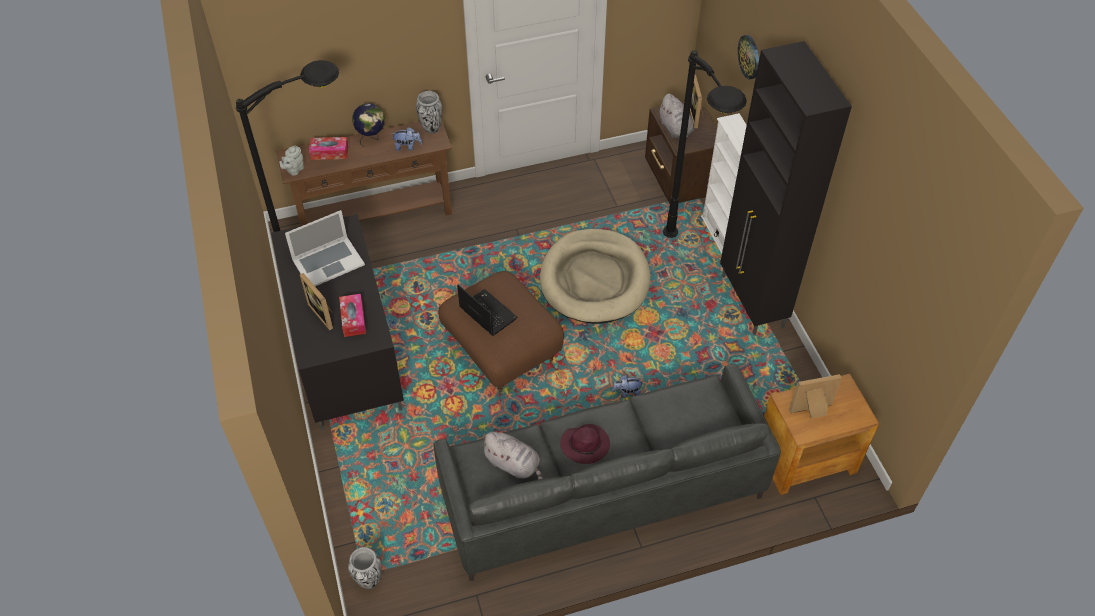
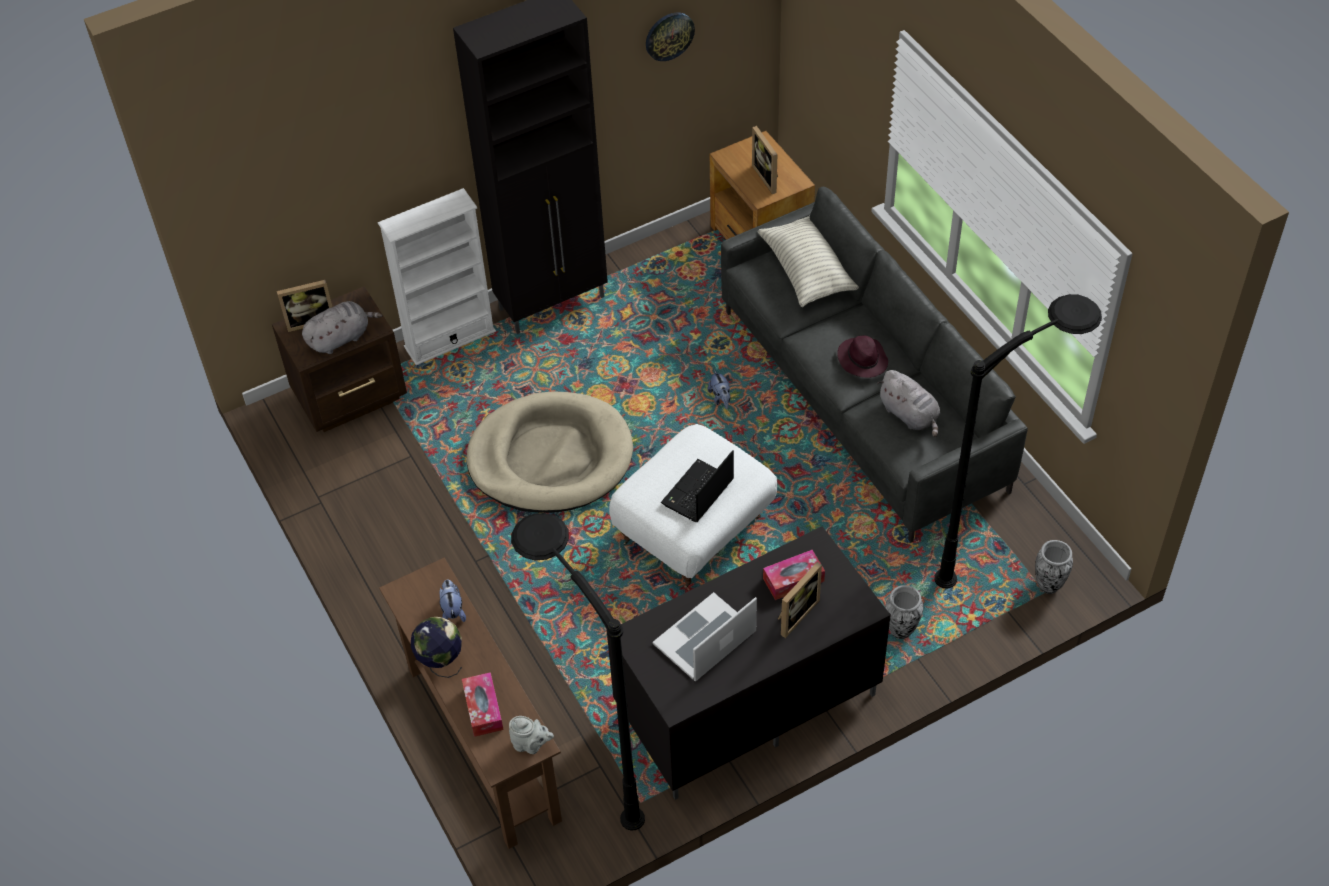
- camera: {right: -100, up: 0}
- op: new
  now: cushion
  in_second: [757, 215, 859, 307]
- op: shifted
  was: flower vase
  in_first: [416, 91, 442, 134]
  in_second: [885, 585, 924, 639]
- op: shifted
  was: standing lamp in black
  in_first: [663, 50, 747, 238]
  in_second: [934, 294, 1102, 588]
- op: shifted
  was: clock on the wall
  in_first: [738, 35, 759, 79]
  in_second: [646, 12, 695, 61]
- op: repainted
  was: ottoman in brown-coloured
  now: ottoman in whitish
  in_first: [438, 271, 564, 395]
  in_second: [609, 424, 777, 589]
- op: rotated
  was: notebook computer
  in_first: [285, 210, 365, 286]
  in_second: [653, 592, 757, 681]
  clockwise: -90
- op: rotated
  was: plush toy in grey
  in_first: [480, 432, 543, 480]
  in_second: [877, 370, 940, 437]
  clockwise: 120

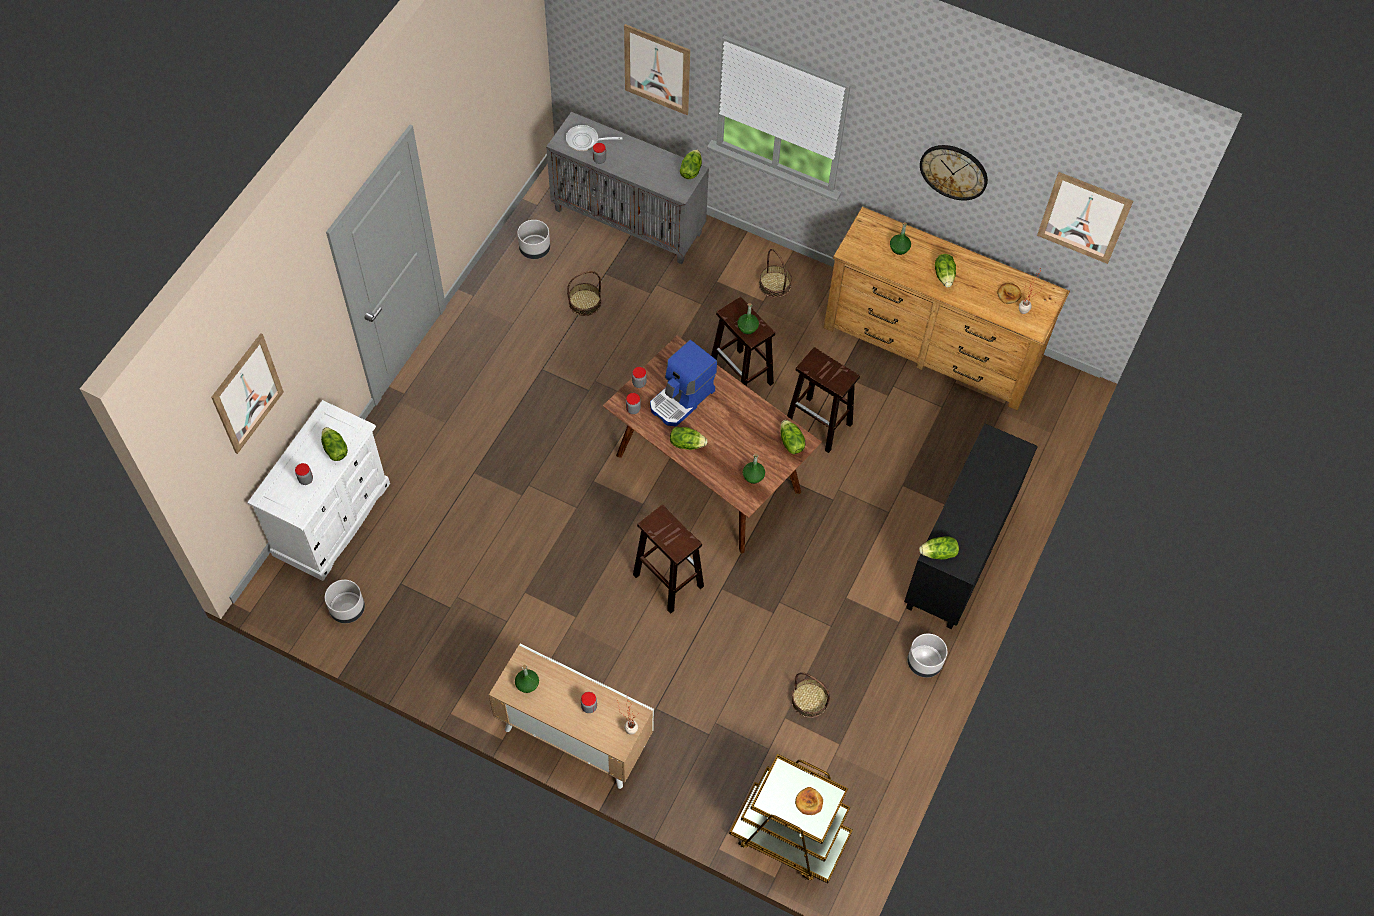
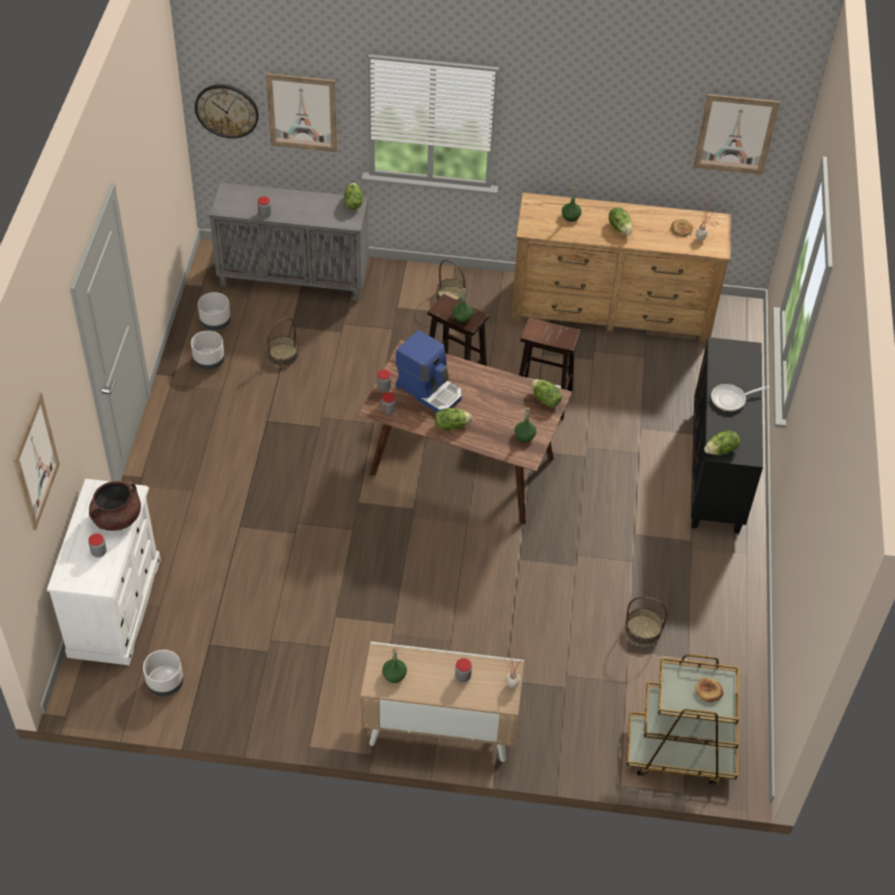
- camera: {right: -20, up: -10}
- op: gone
  was: sitting stool in brown-coloured
  in_first: [633, 505, 704, 614]
- op: shifted
  was: skillet
  in_first: [566, 125, 623, 151]
  in_second: [711, 384, 770, 411]
- op: shifted
  was: plant pot in grey
  in_first: [907, 634, 947, 678]
  in_second: [191, 331, 225, 370]
- op: shifted
  was: clock on the wall
  in_first: [920, 145, 988, 200]
  in_second: [195, 84, 259, 139]
- op: swapped
  was: lettuce head
  now: stockpot in brown-coloured
  in_first: [321, 427, 348, 461]
  in_second: [89, 481, 141, 531]
- op: rotated
  was: coffee machine
  in_first: [650, 340, 717, 426]
  in_second: [396, 330, 462, 412]
  clockwise: -75

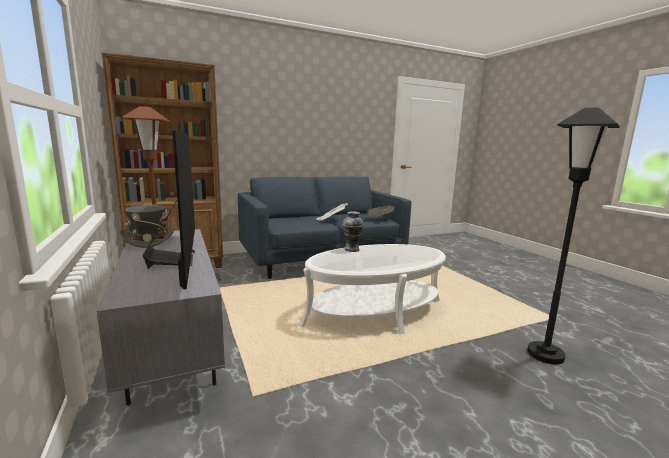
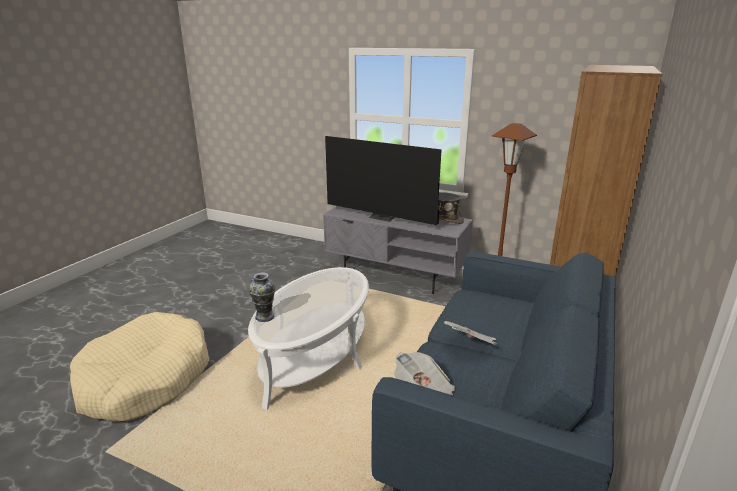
- camera: {right: 140, up: 10}
- op: shifted
  was: flower vase
  in_first: [342, 211, 364, 252]
  in_second: [249, 272, 276, 322]
- op: swapped
  was: standing lamp in black
  now: pet bed in beige
  in_first: [527, 107, 620, 365]
  in_second: [70, 312, 209, 422]

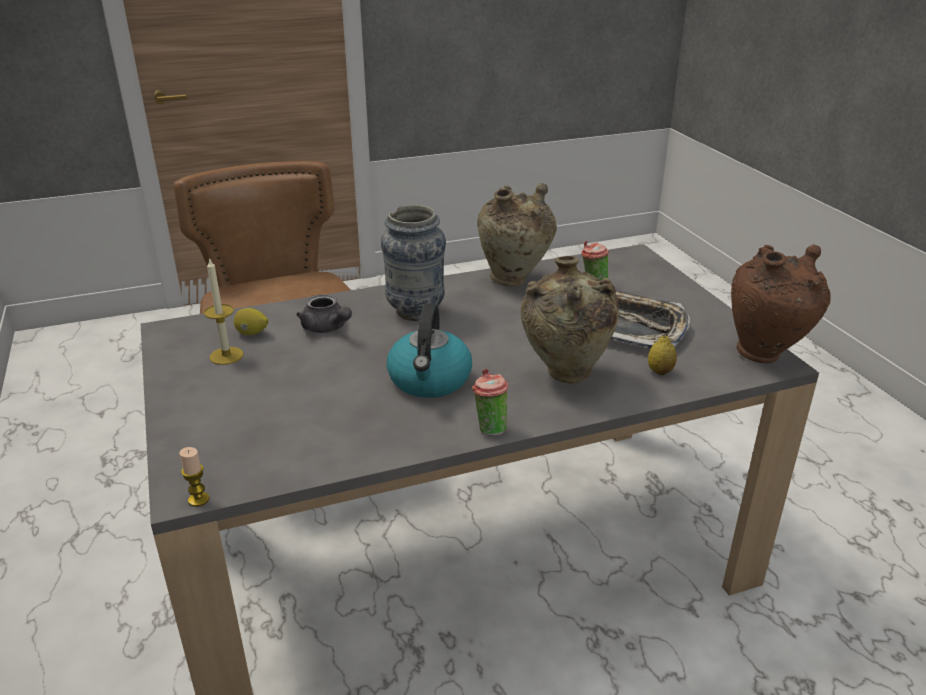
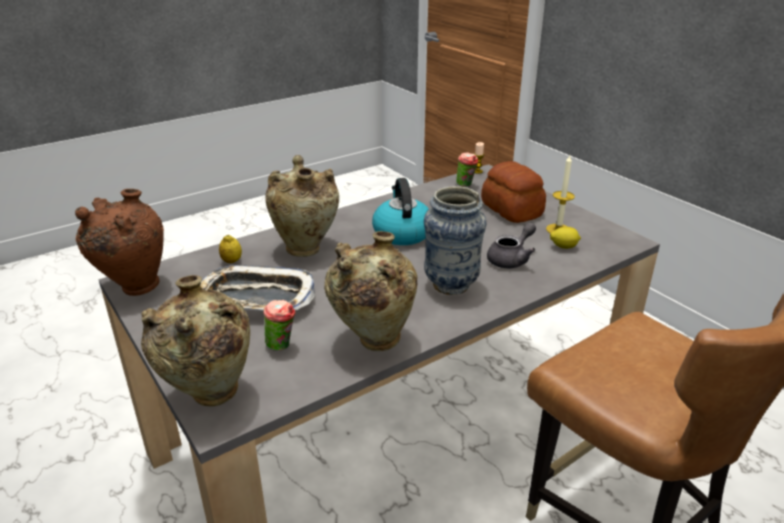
- camera: {right: 165, up: 0}
- op: new
  now: flower vase in beige
  in_second: [141, 275, 250, 406]
- op: new
  now: bread
  in_second: [481, 161, 546, 223]
- op: shifted
  was: drinking cup
  in_first: [472, 369, 509, 436]
  in_second: [456, 152, 478, 187]
- op: rotated
  was: tea pot in grey
  in_first: [296, 294, 352, 333]
  in_second: [487, 222, 536, 268]
  clockwise: 105

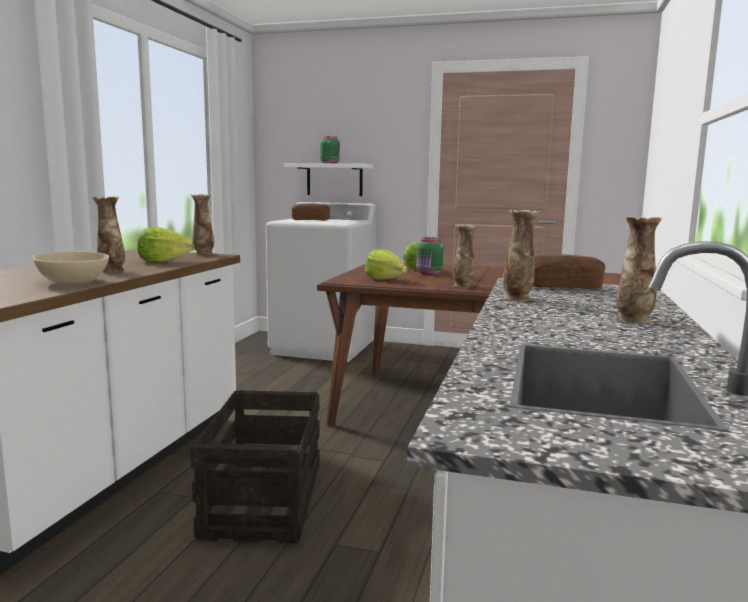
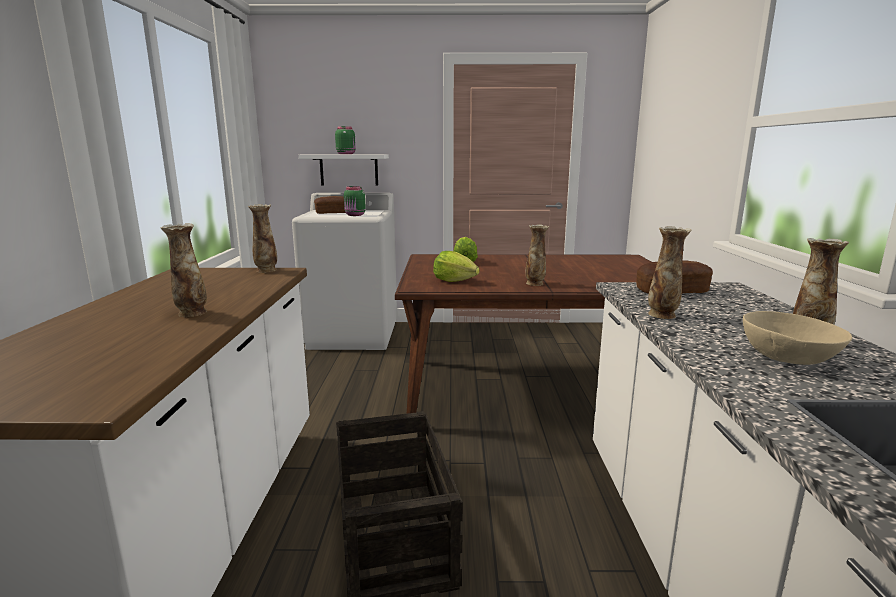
- camera: {right: -15, up: 5}
- op: gone
  was: lettuce head
  in_first: [137, 227, 194, 262]
- op: shifted
  was: deep dish in beige
  in_first: [33, 252, 109, 283]
  in_second: [743, 311, 852, 365]
- op: shifted
  was: storage jar in green-coloured
  in_first: [416, 237, 443, 275]
  in_second: [344, 186, 366, 216]

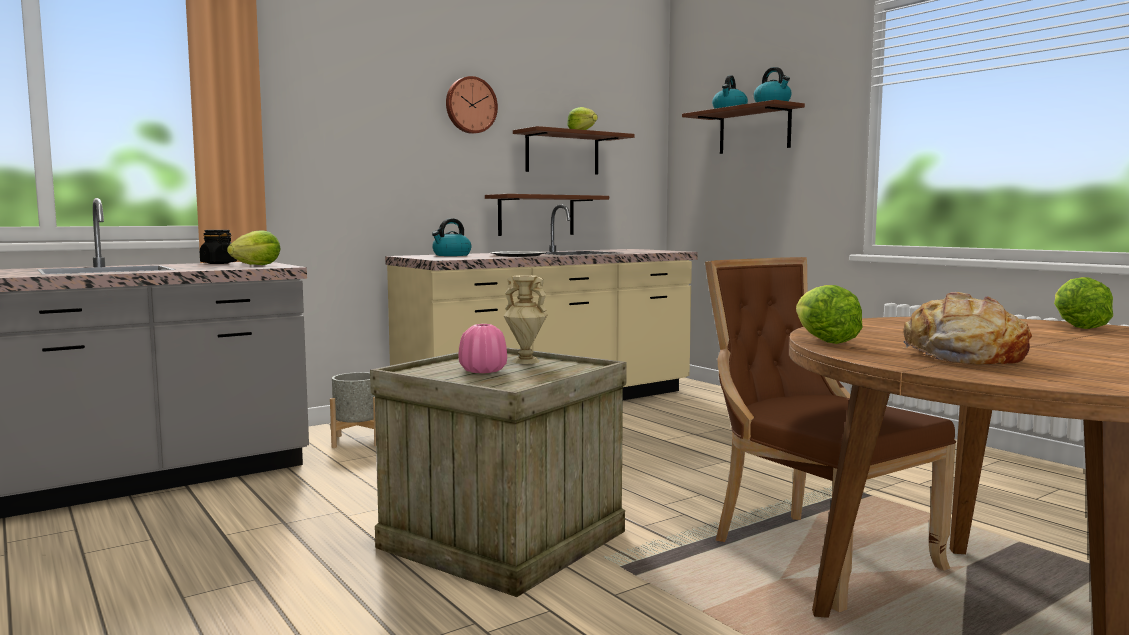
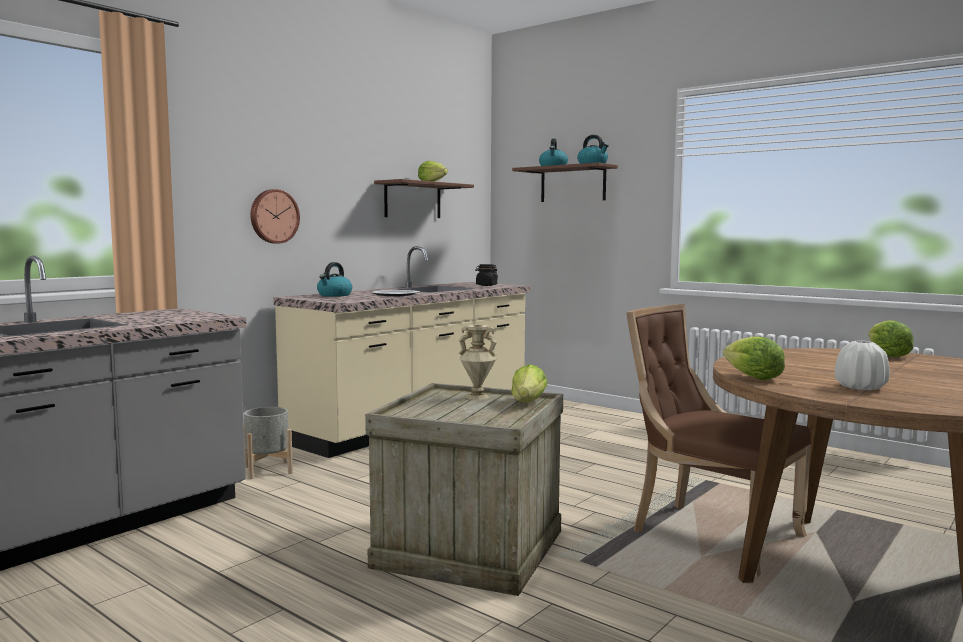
- camera: {right: -15, up: 0}
- op: gone
  was: flower vase in pink
  in_first: [458, 324, 507, 373]
- op: gone
  was: wall shelf in brown-coloured
  in_first: [485, 194, 609, 236]
- op: shifted
  was: storage jar in black
  in_first: [200, 230, 237, 264]
  in_second: [475, 264, 498, 286]
- op: shifted
  was: lettuce head
  in_first: [227, 230, 281, 265]
  in_second: [511, 364, 547, 402]
- op: shifted
  was: clock on the wall
  in_first: [446, 76, 498, 134]
  in_second: [250, 189, 300, 244]
- op: swapped
  was: bread
  now: flower vase in whitish
  in_first: [902, 292, 1032, 364]
  in_second: [835, 341, 890, 390]

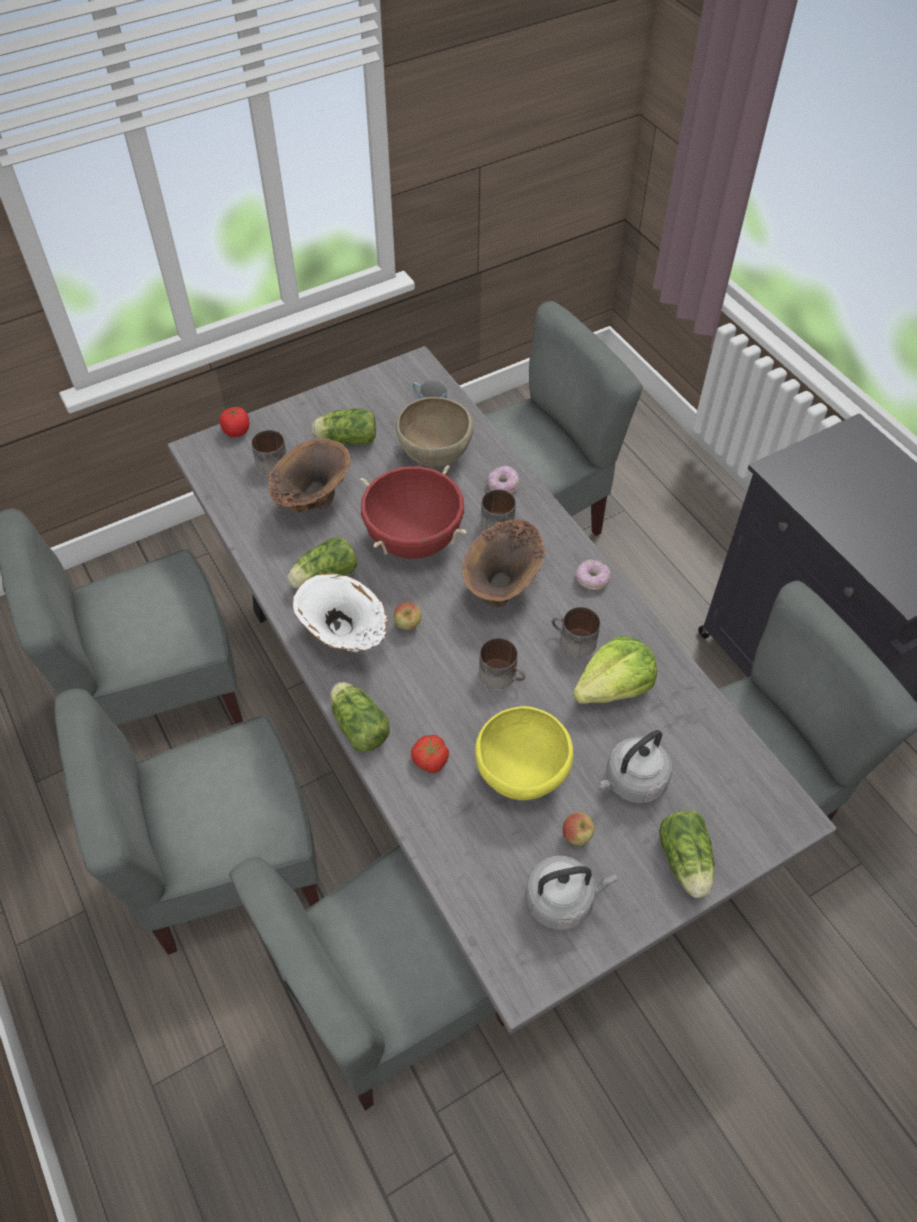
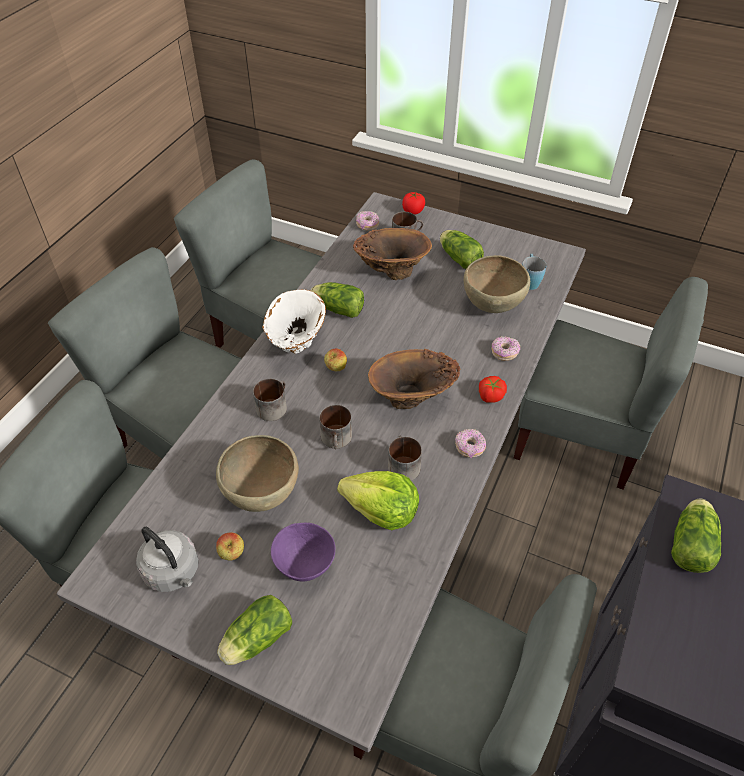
- camera: {right: 55, up: -5}
- op: gone
  was: stockpot in red-coloured
  in_first: [360, 465, 467, 559]
- op: new
  now: donut
  in_second: [356, 211, 379, 230]
- op: shifted
  was: lettuce head
  in_first: [330, 682, 390, 752]
  in_second: [671, 499, 721, 573]
- op: shifted
  was: fresh tomato
  in_first: [411, 735, 449, 773]
  in_second: [479, 376, 507, 403]
- op: shifted
  was: coffee mug
  in_first: [481, 489, 516, 530]
  in_second: [253, 379, 287, 421]
- op: swapped
  was: kettle in grey
  now: deep dish in purple-coloured
  in_first: [598, 730, 672, 804]
  in_second: [271, 523, 335, 581]
- op: repainted
  was: deep dish in yellow-coloured
  now: deep dish in brown-coloured
  in_first: [475, 706, 573, 800]
  in_second: [216, 435, 299, 512]

